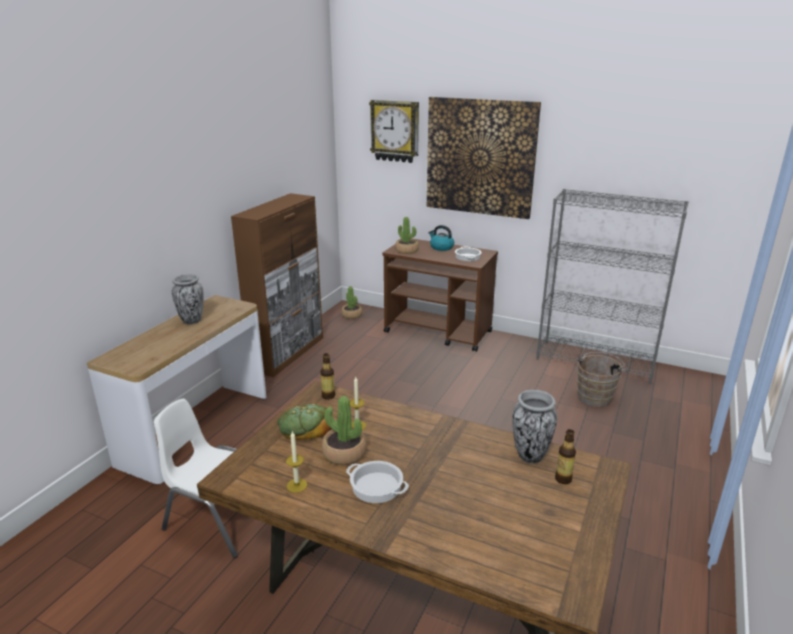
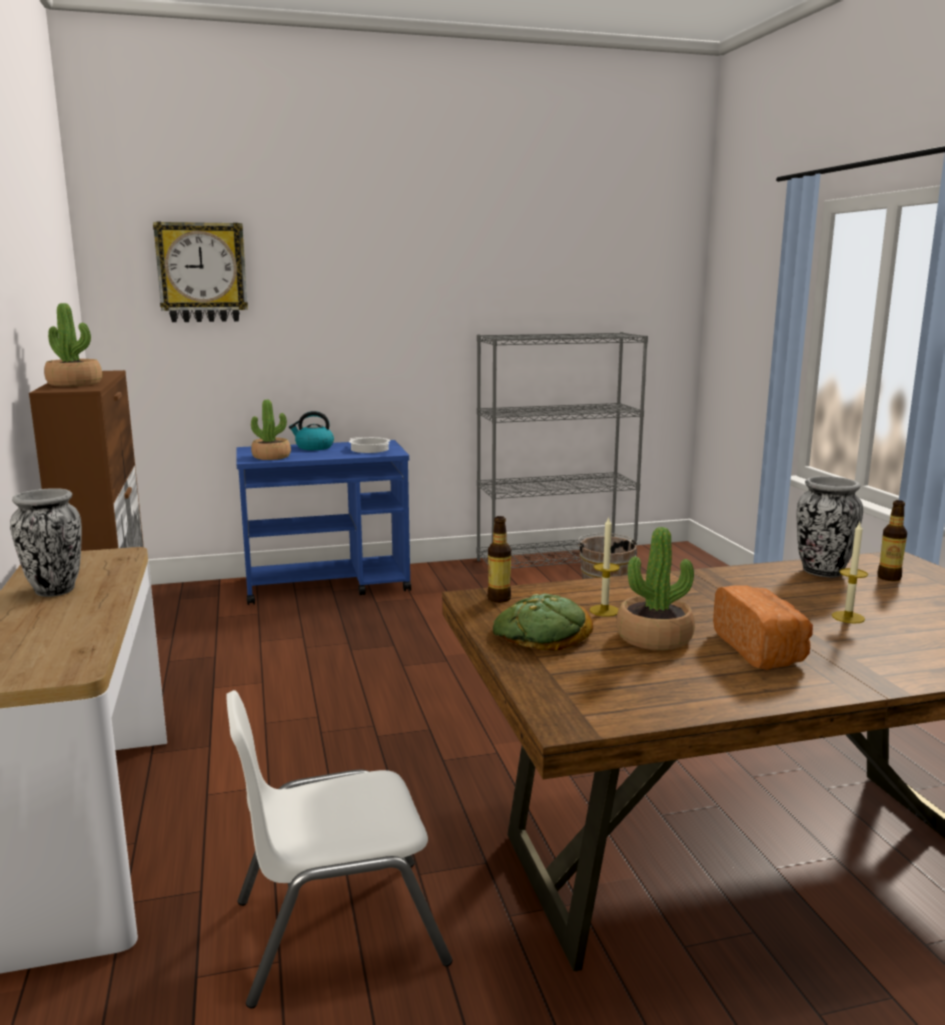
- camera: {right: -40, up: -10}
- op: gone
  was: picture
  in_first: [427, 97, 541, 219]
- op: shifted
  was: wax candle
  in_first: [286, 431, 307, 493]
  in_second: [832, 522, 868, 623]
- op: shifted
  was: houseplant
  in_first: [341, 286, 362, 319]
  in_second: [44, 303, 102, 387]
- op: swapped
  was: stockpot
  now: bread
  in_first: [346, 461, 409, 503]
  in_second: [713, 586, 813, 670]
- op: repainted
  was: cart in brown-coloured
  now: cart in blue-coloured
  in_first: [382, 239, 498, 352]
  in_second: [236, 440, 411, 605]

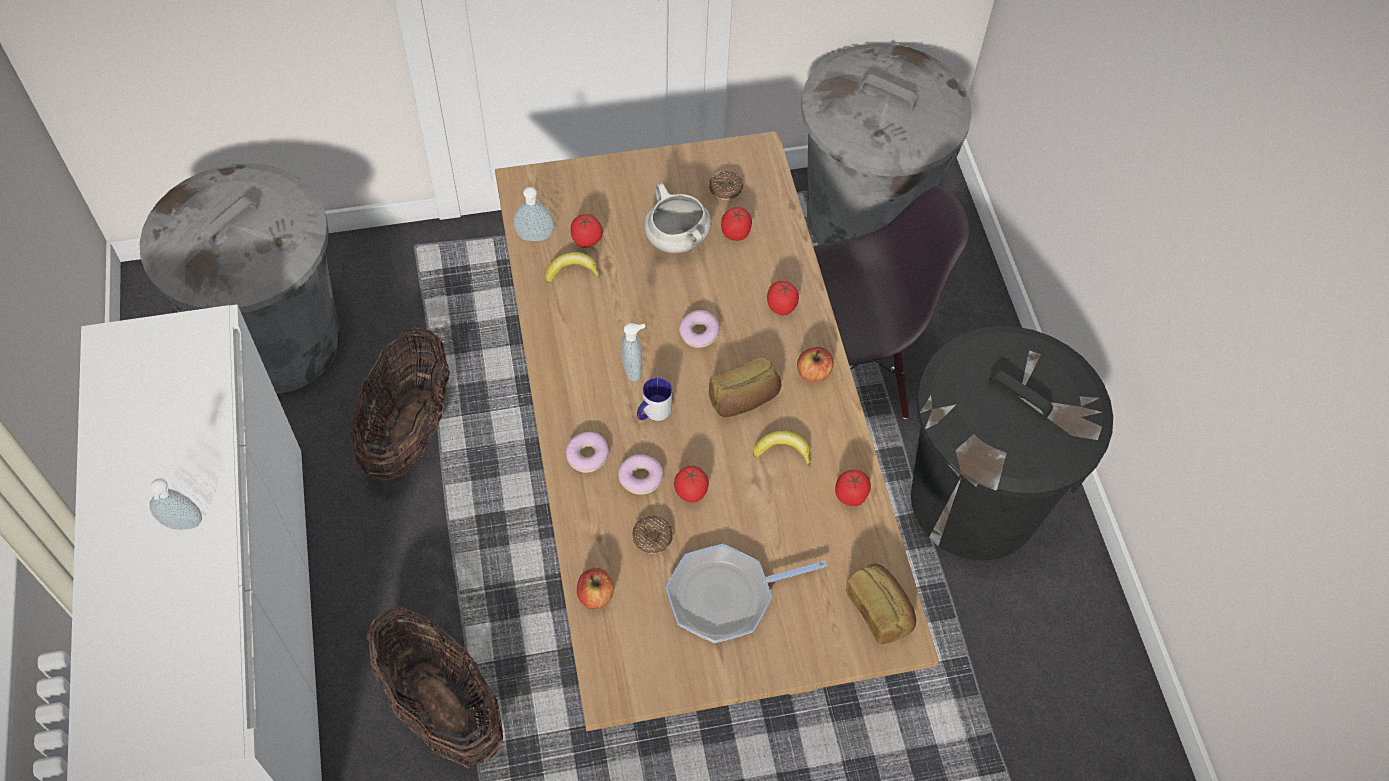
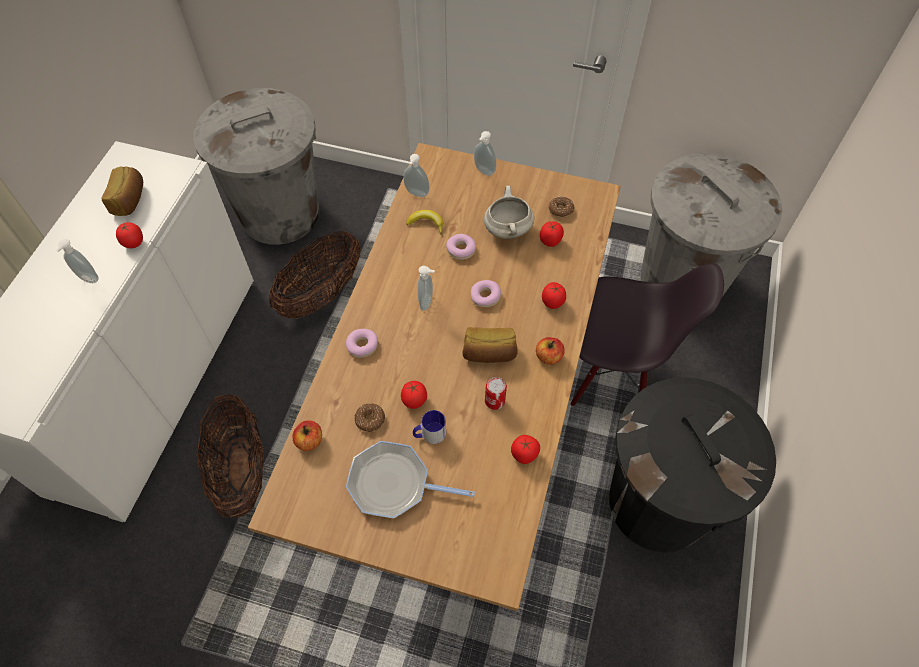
- camera: {right: 30, up: 0}
- op: new
  now: liquid soap bottle
  in_second: [474, 131, 496, 176]
- op: shifted
  was: fresh tomato
  in_first: [571, 214, 603, 248]
  in_second: [116, 222, 143, 248]
- op: shifted
  was: donut
  in_first: [618, 454, 663, 495]
  in_second: [446, 234, 476, 260]
- op: shifted
  was: coffee mug
  in_first: [637, 377, 672, 421]
  in_second: [413, 410, 446, 444]
- op: shifted
  was: bread
  in_first: [846, 564, 916, 645]
  in_second: [101, 166, 143, 216]
- op: swapped
  was: banana
  now: metal can
  in_first: [753, 431, 811, 467]
  in_second: [485, 377, 507, 410]

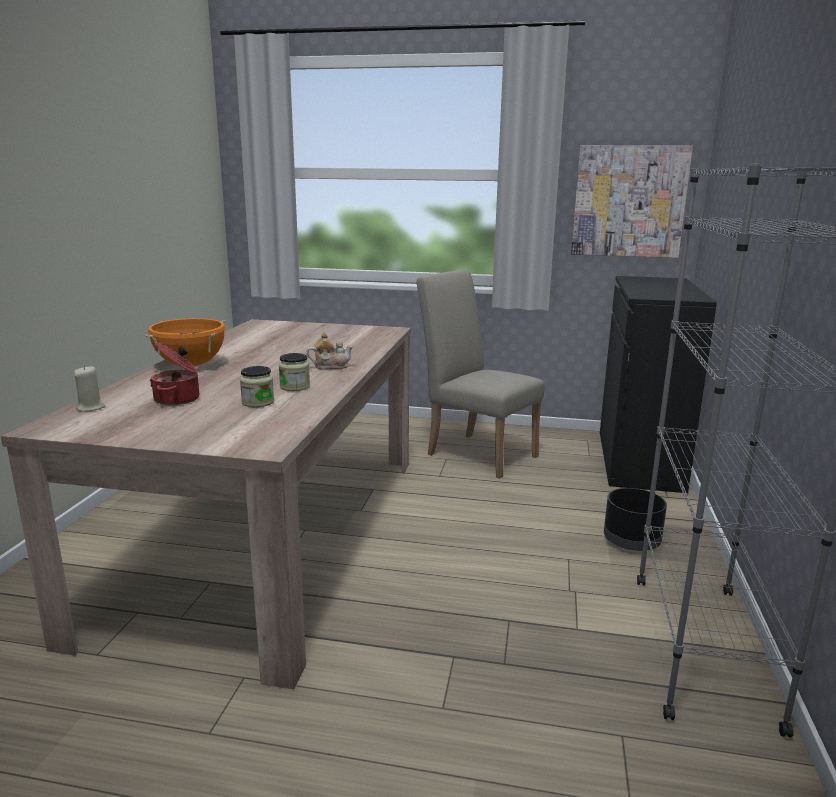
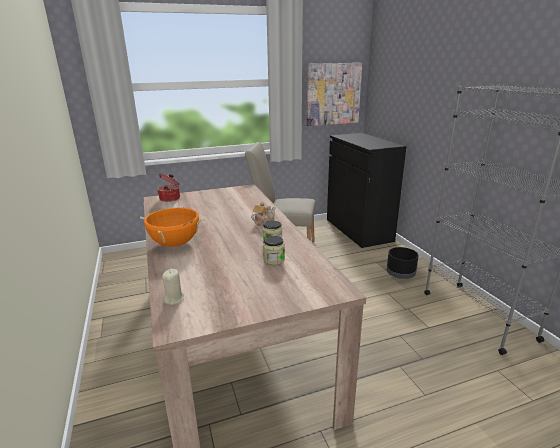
- camera: {right: -30, up: 5}
- op: shifted
  was: stockpot
  in_first: [150, 342, 199, 405]
  in_second: [157, 174, 180, 202]

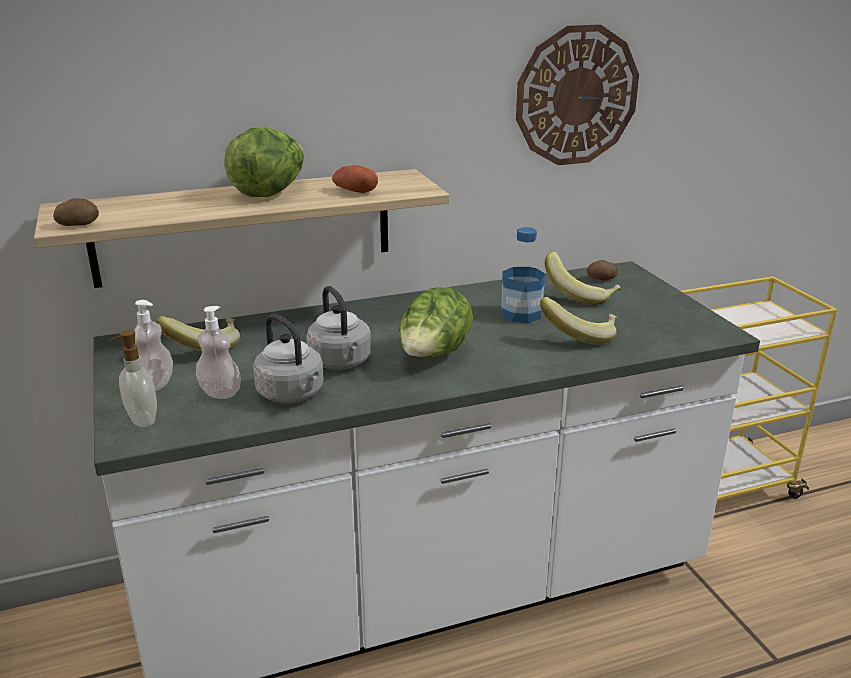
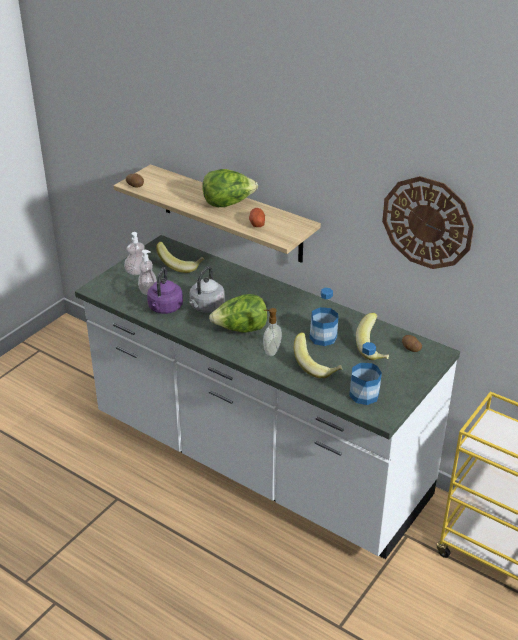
- camera: {right: 55, up: 10}
- op: new
  now: beverage bottle
  in_second: [349, 342, 382, 405]
- op: shifted
  was: liquid soap bottle
  in_first: [108, 329, 157, 427]
  in_second: [263, 308, 282, 356]
- op: repainted
  was: kettle in grey
  now: kettle in purple-coloured
  in_first: [253, 314, 324, 403]
  in_second: [147, 267, 183, 314]

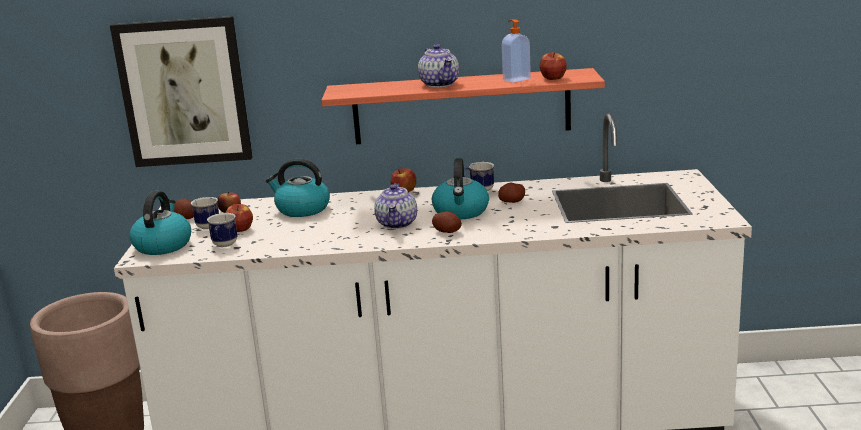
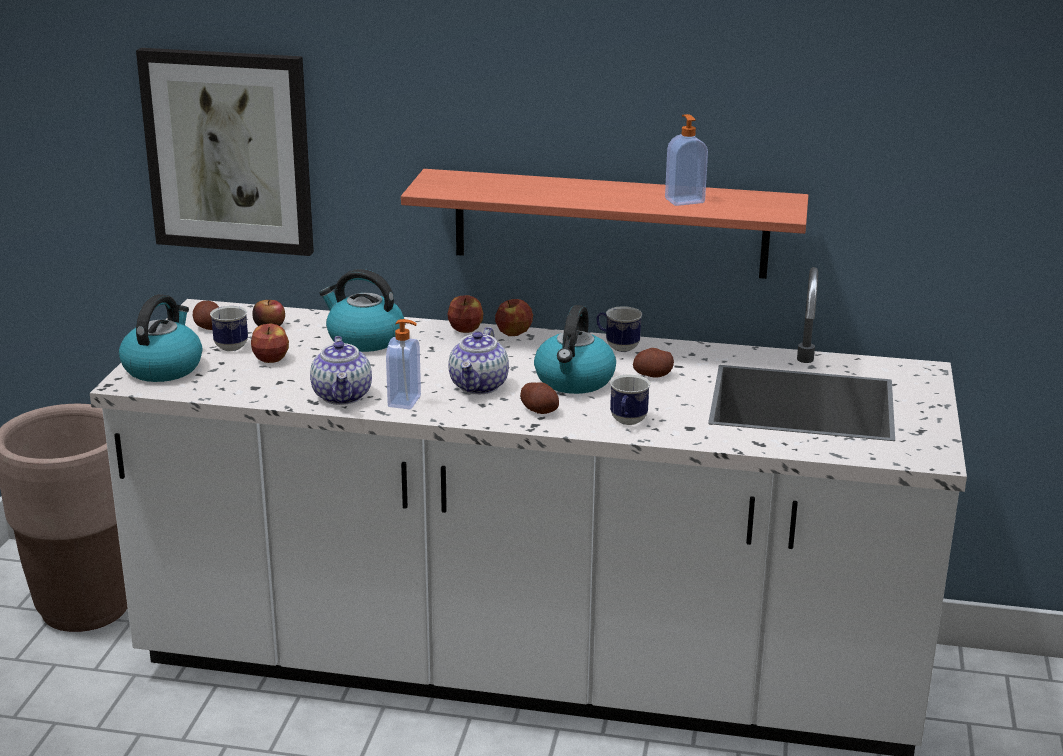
- camera: {right: 10, up: 5}
- op: new
  now: liquid soap bottle
  in_second: [386, 319, 421, 409]
- op: shifted
  was: coffee mug
  in_first: [207, 213, 238, 247]
  in_second: [610, 374, 651, 425]
- op: shifted
  was: tea pot
  in_first: [418, 44, 459, 88]
  in_second: [310, 336, 372, 405]
- op: shifted
  was: apple
  in_first: [540, 52, 567, 80]
  in_second: [448, 295, 484, 333]

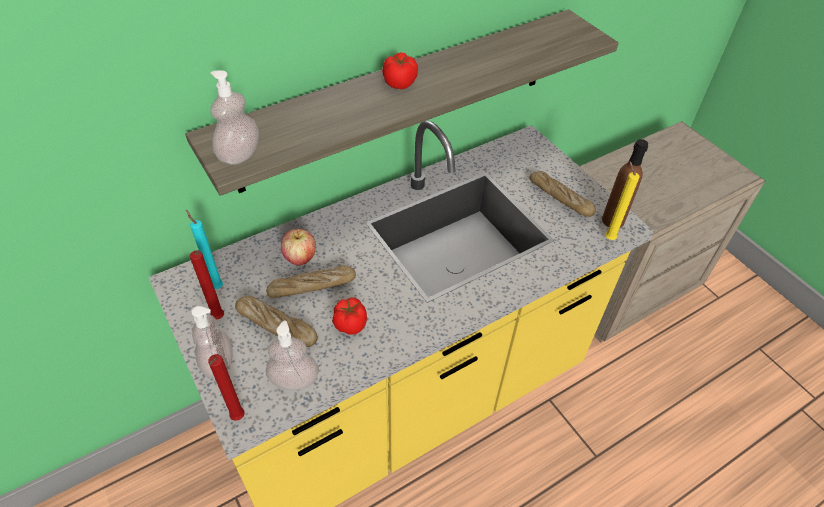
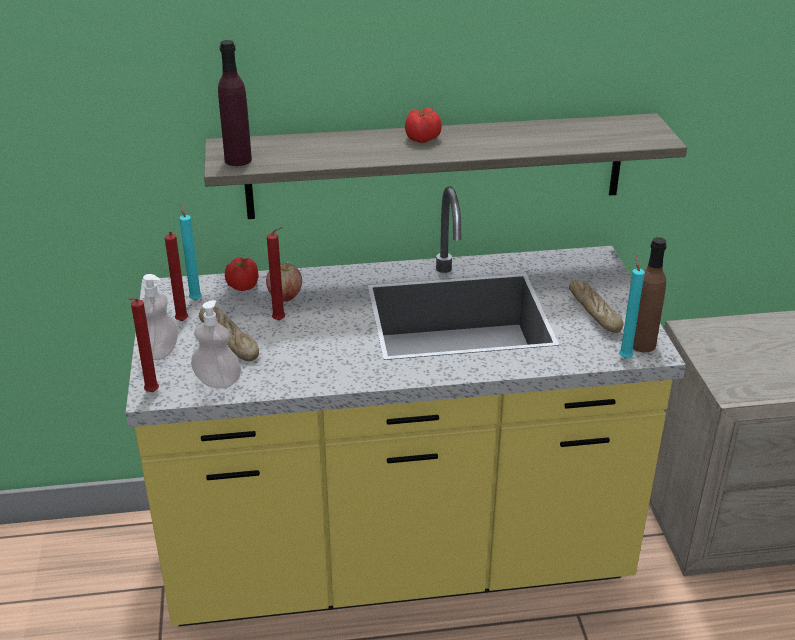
- camera: {right: 25, up: -15}
- op: shifted
  was: fresh tomato
  in_first: [332, 297, 367, 335]
  in_second: [225, 257, 258, 291]
- op: swapped
  was: liquid soap bottle
  now: beverage bottle in purple-coloured
  in_first: [210, 70, 259, 165]
  in_second: [218, 40, 252, 166]
- op: swapped
  was: bread
  now: wax candle in red-coloured
  in_first: [266, 265, 356, 298]
  in_second: [267, 227, 285, 320]
- op: repainted
  was: wax candle in yellow-coloured
  now: wax candle in turquoise
  in_first: [605, 161, 640, 240]
  in_second: [619, 255, 645, 359]

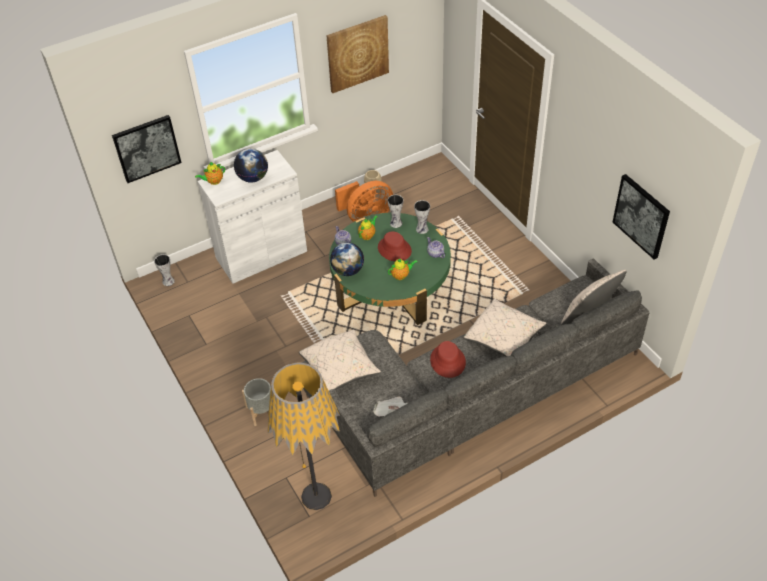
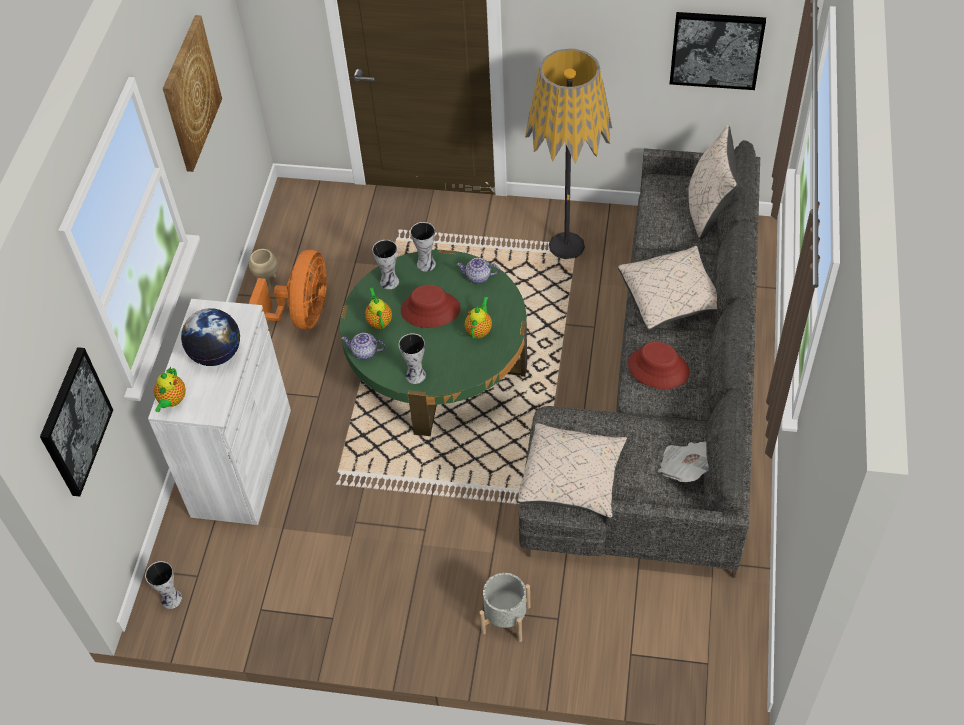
- camera: {right: -50, up: 5}
- op: shifted
  was: standing lamp
  in_first: [268, 362, 340, 510]
  in_second: [525, 48, 612, 259]
- op: swapped
  was: desk globe
  now: flower vase
  in_first: [330, 242, 364, 276]
  in_second: [398, 333, 426, 384]

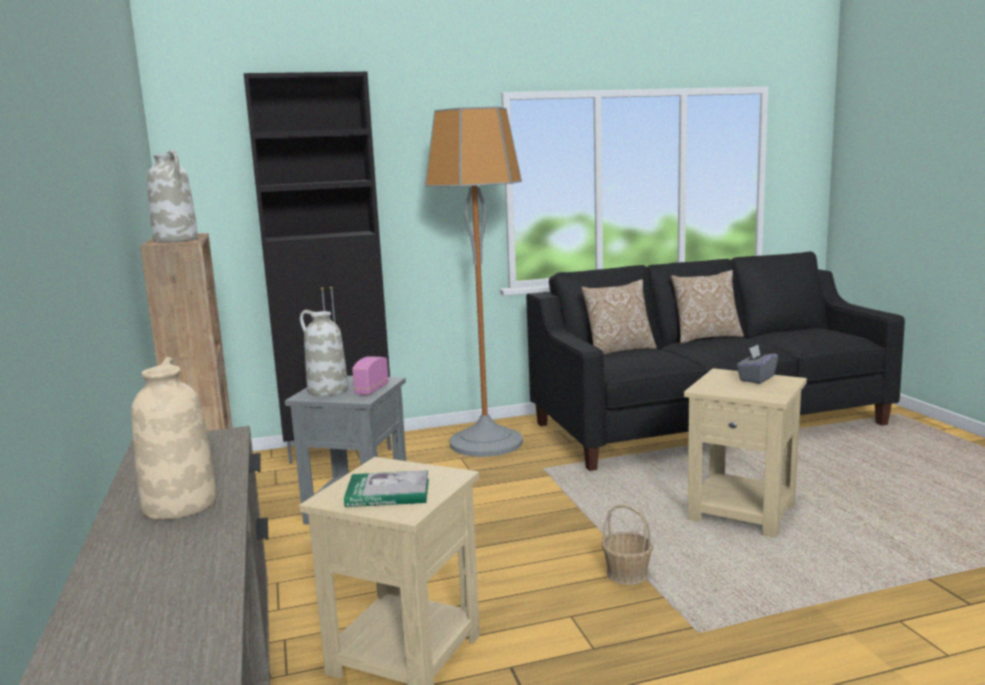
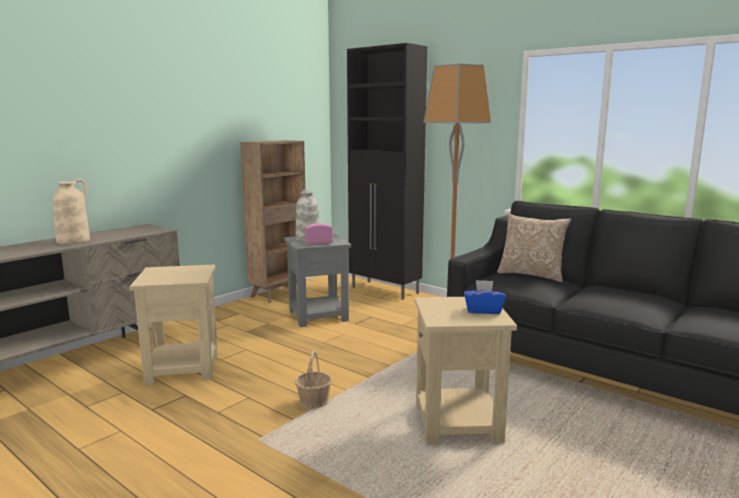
- camera: {right: 55, up: 0}
- op: gone
  was: flower vase in whitish
  in_first: [147, 150, 198, 243]
- op: gone
  was: bound book
  in_first: [344, 470, 429, 507]
- op: gone
  was: cushion
  in_first: [671, 270, 744, 344]
- op: repainted
  was: tissue holder in grey
  now: tissue holder in blue-coloured
  in_first: [736, 345, 778, 384]
  in_second: [464, 280, 506, 314]

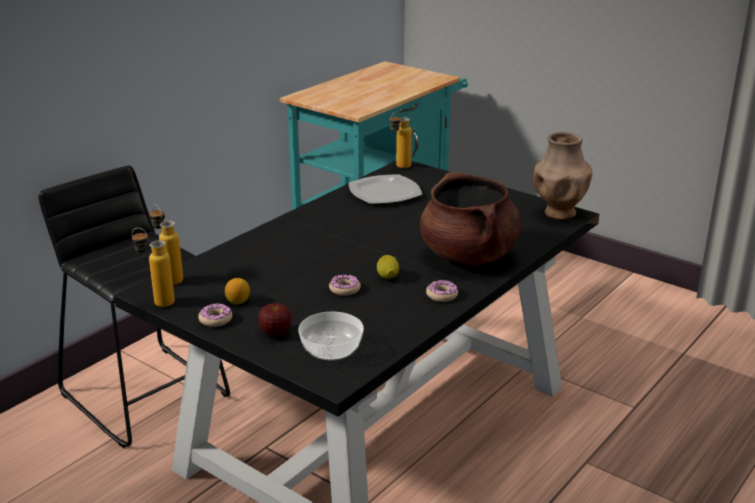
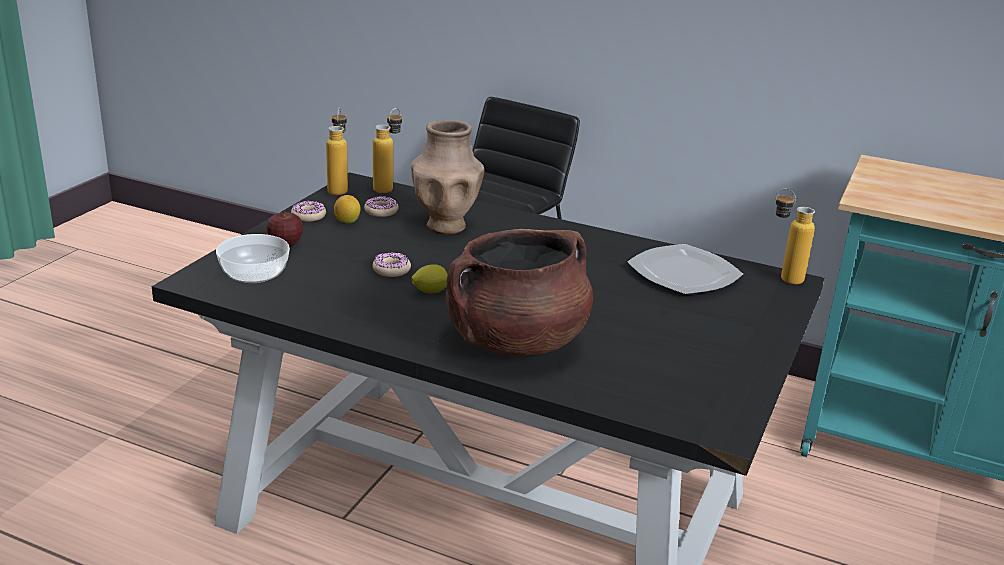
- camera: {right: 75, up: 0}
- op: shifted
  was: donut
  in_first: [426, 280, 458, 302]
  in_second: [364, 196, 399, 217]
- op: shifted
  was: flower vase in brown-coloured
  in_first: [533, 132, 593, 220]
  in_second: [411, 120, 484, 234]

